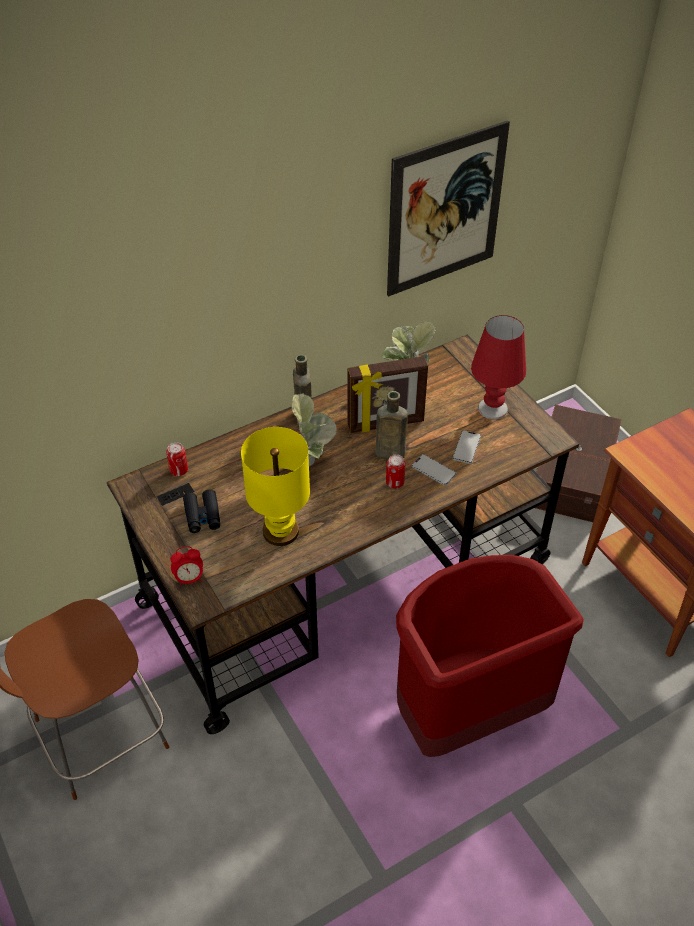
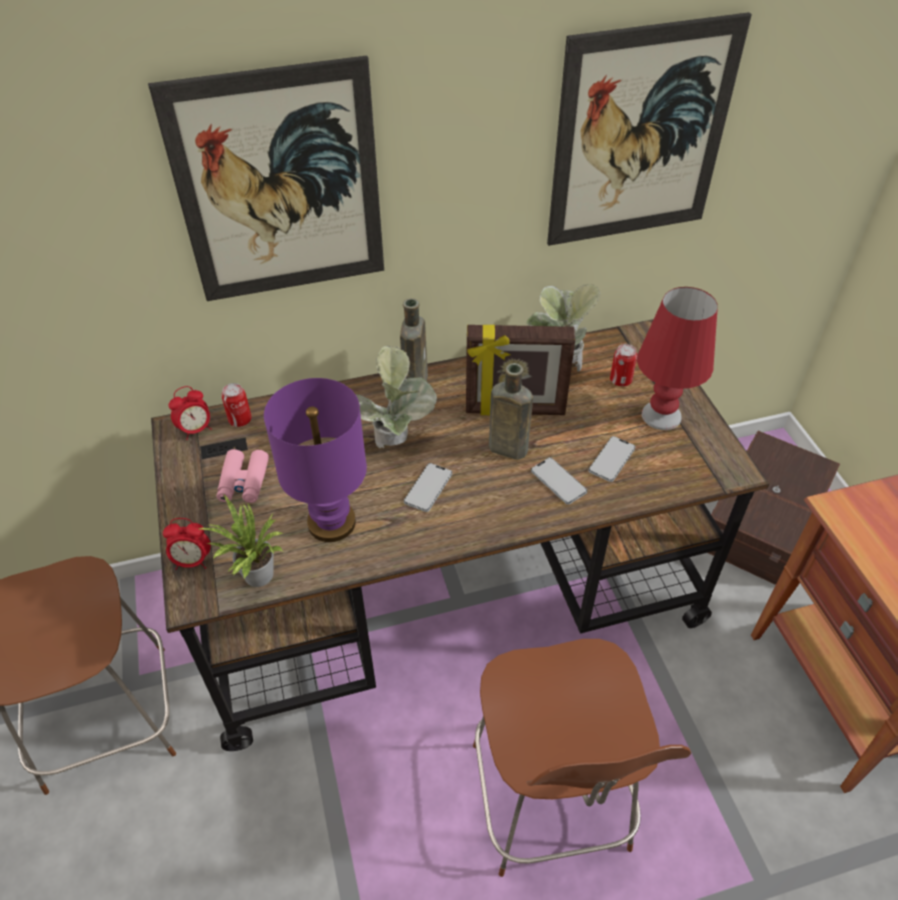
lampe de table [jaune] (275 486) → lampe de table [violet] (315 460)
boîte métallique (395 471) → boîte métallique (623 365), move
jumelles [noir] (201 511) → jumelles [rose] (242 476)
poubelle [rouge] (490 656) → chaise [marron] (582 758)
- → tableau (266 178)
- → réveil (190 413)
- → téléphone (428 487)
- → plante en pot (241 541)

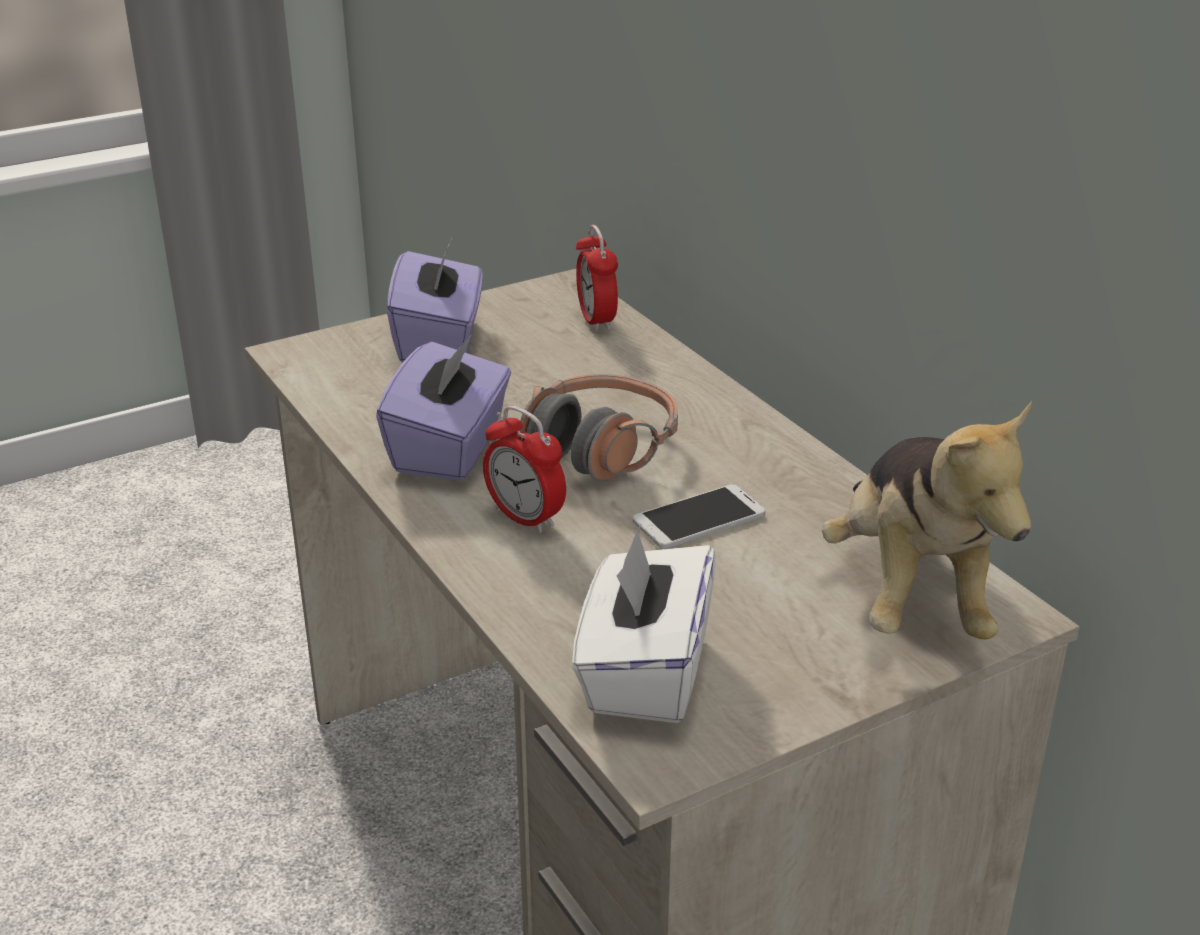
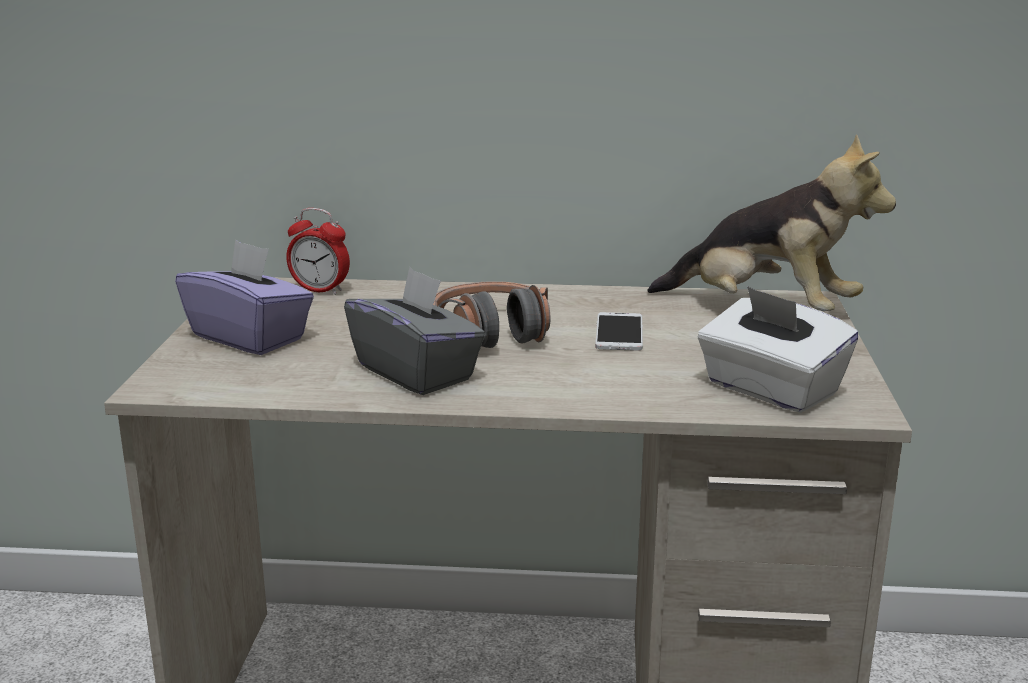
boîte à mouchoirs [violet] (443 407) → boîte à mouchoirs [gris] (415 331)
réveil (524 470) → -

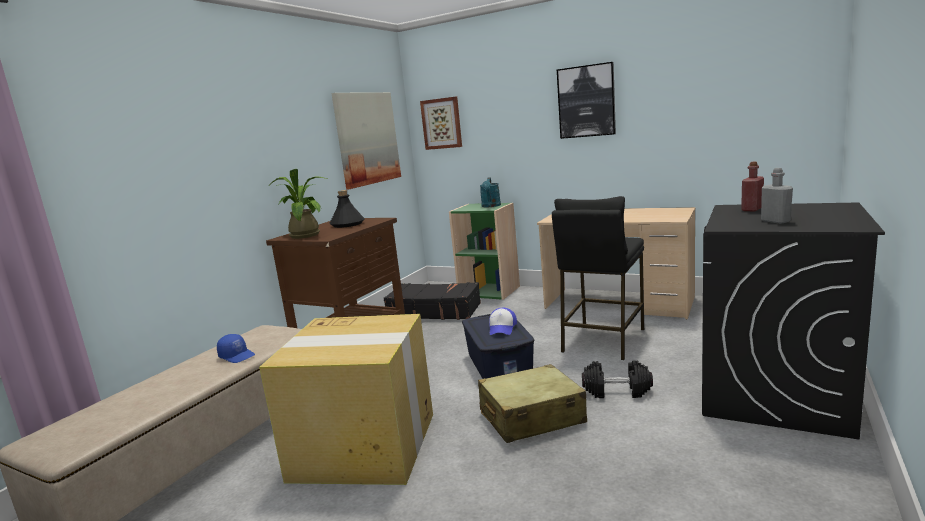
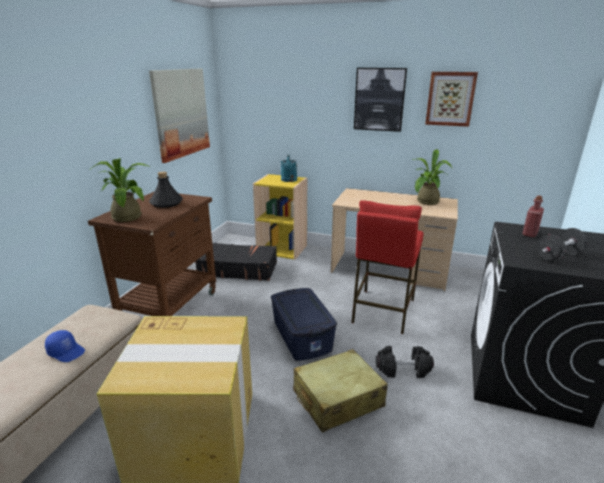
tableau (441 123) → tableau (451 99), move
bouteille [gris] (777 196) → haltère [noir] (562 245)
tabouret [noir] (598 278) → tabouret [rouge] (387 267)
bibliothèque [vert] (484 251) → bibliothèque [jaune] (280 217)
casquette (503 321) → -
- → plante en pot (432 177)

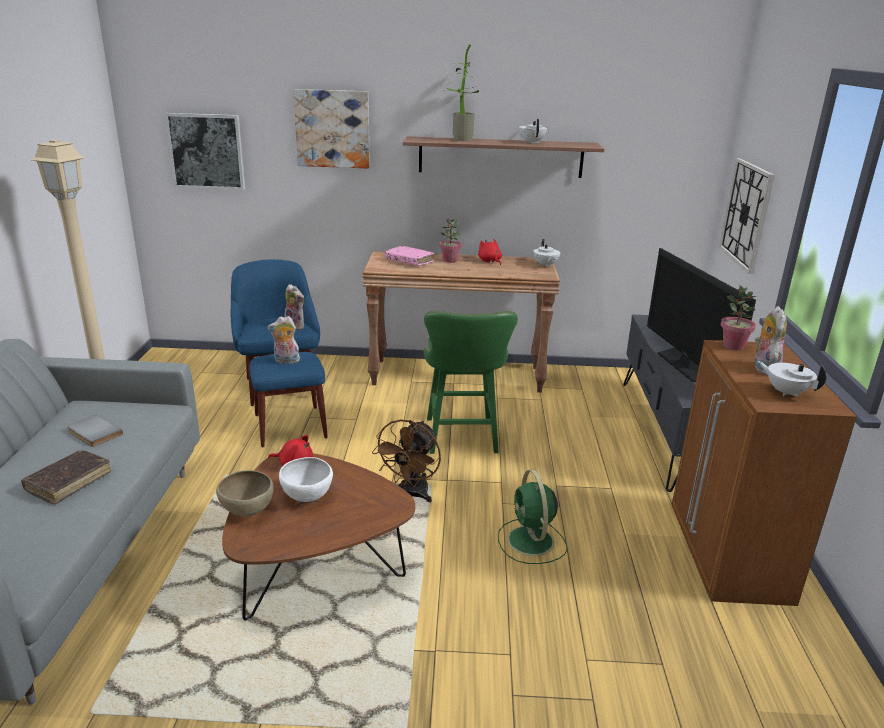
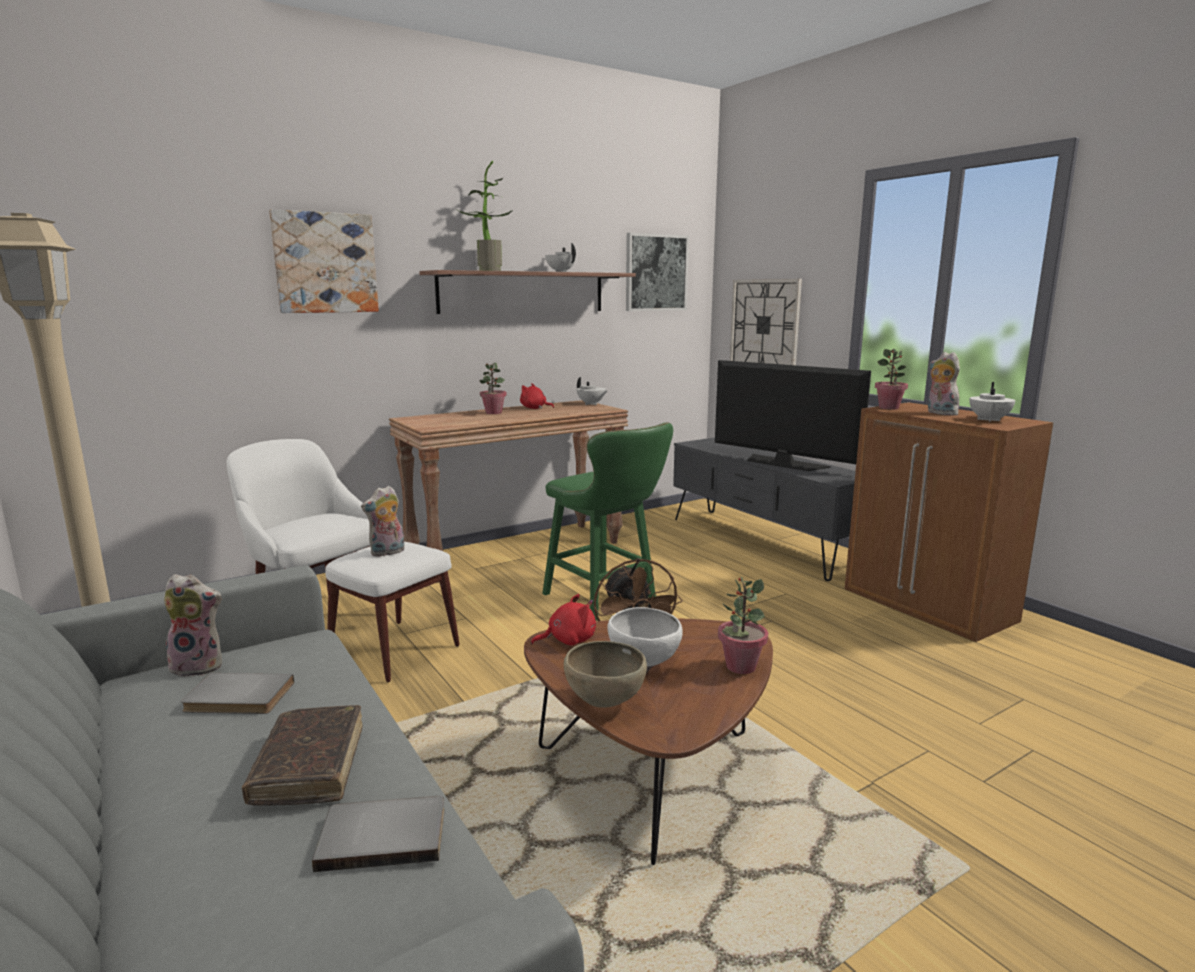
tableau (205 151) → tableau (657 272), move
livre [rose] (410 256) → -
fauteuil [bleu] (279 353) → fauteuil [blanc] (343 560)
peluche (294 307) → peluche (192 625), move
théière [blanc] (792 379) → théière [blanc] (993 402), 75 degrees counterclockwise
ventilateur [vert] (532 517) → -
- → plante en pot (743 625)
- → livre [gris] (378 834)

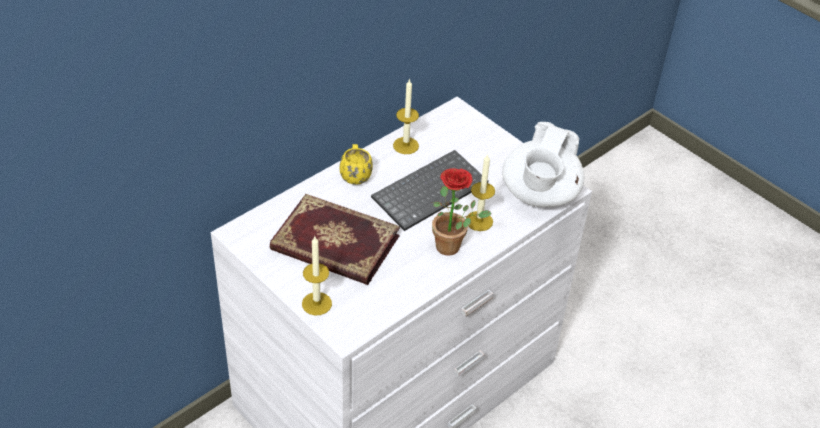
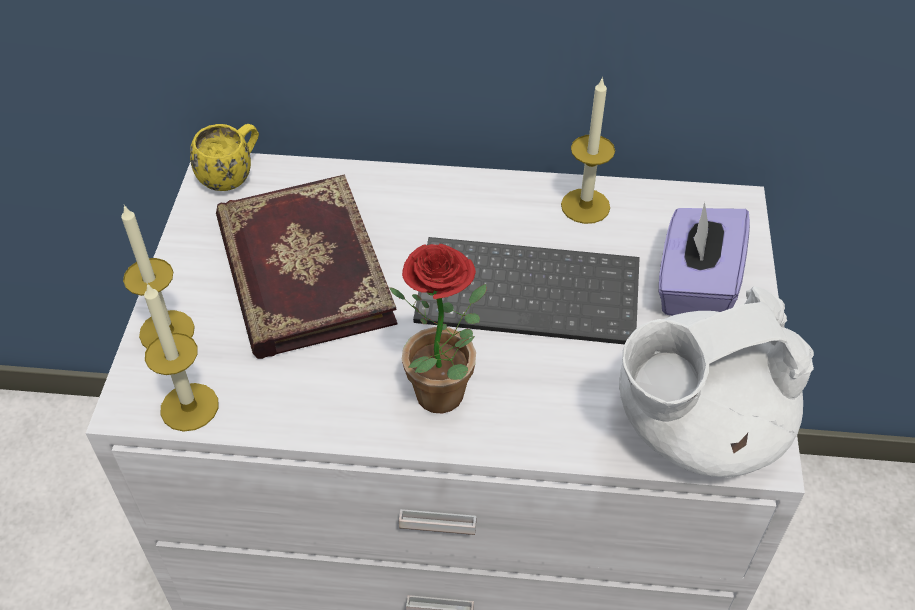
mug [jaune] (356 164) → mug [jaune] (224 157), move
bougie (480 192) → bougie (181 357), move
- → boîte à mouchoirs [violet] (704 259)

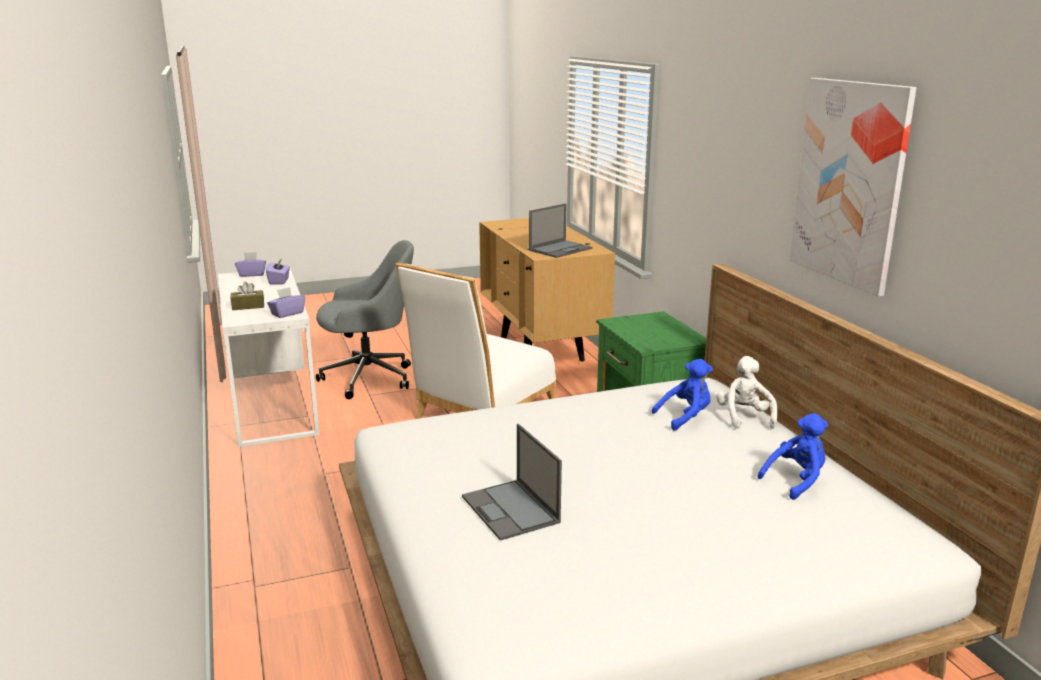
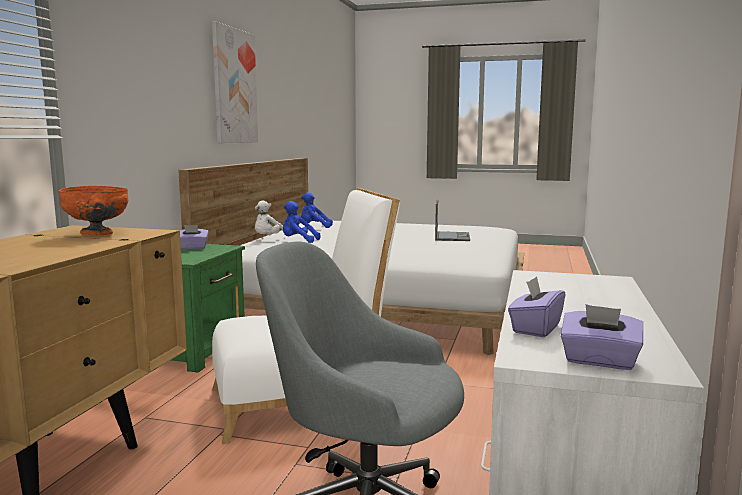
ordinateur portable (560 230) → bol [orange] (93 210)
boîte à mouchoirs [marron] (247 296) → -
boîte à mouchoirs [violet] (286 302) → boîte à mouchoirs [violet] (194 237), move

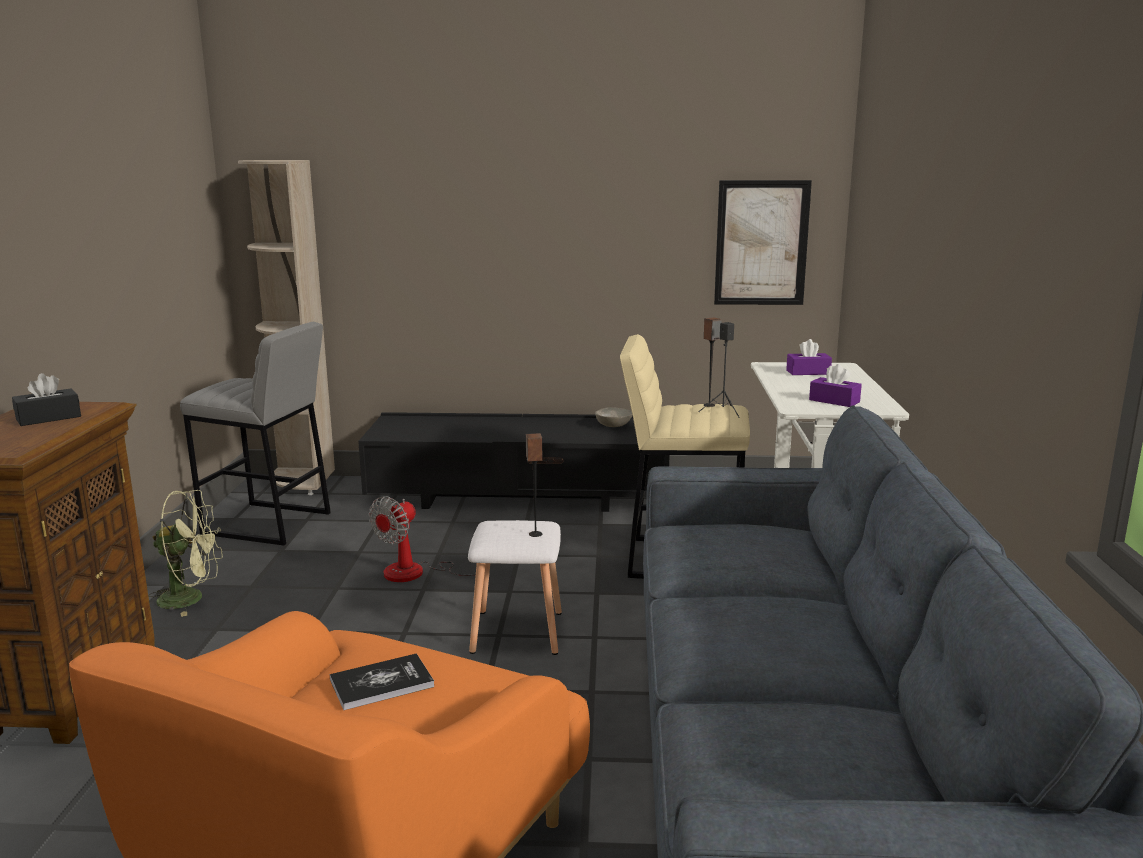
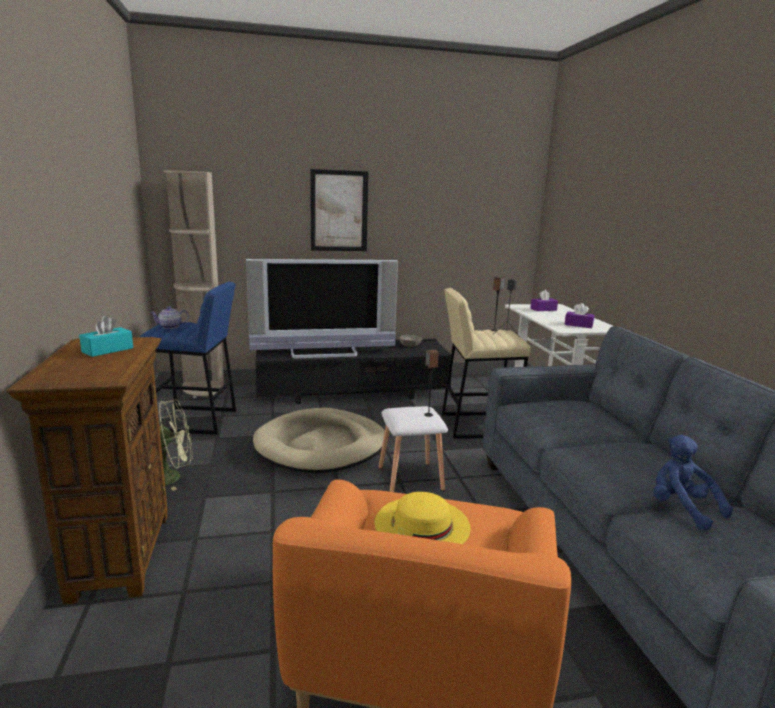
tableau (763 242) → tableau (339 210), move
tabouret [gris] (255 433) → tabouret [bleu] (188 358)
boîte à mouchoirs [noir] (46 399) → boîte à mouchoirs [turquoise] (106 336)
ventilateur (422 539) → panier pour chien [beige] (319 440)
livre (382 681) → chapeau [jaune] (422 518)
- → téléviseur (322 308)
- → théière (169 317)
- → peluche [bleu] (693 483)

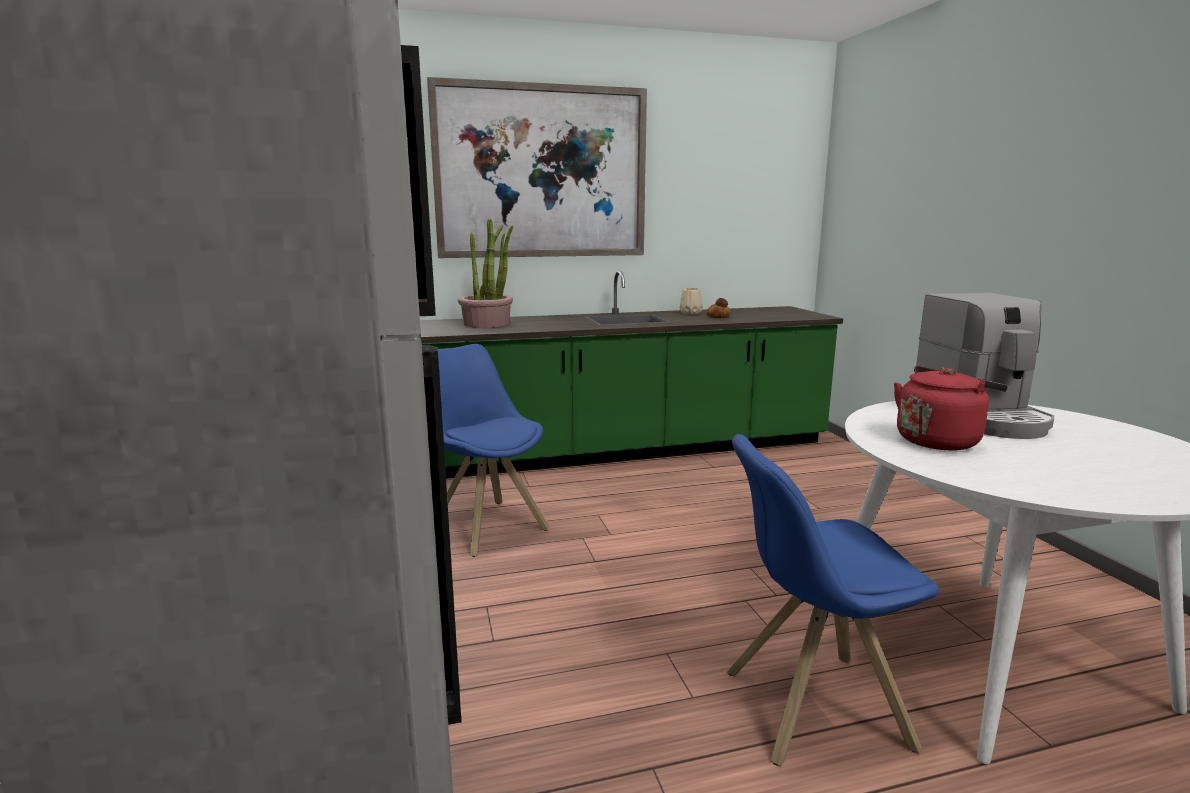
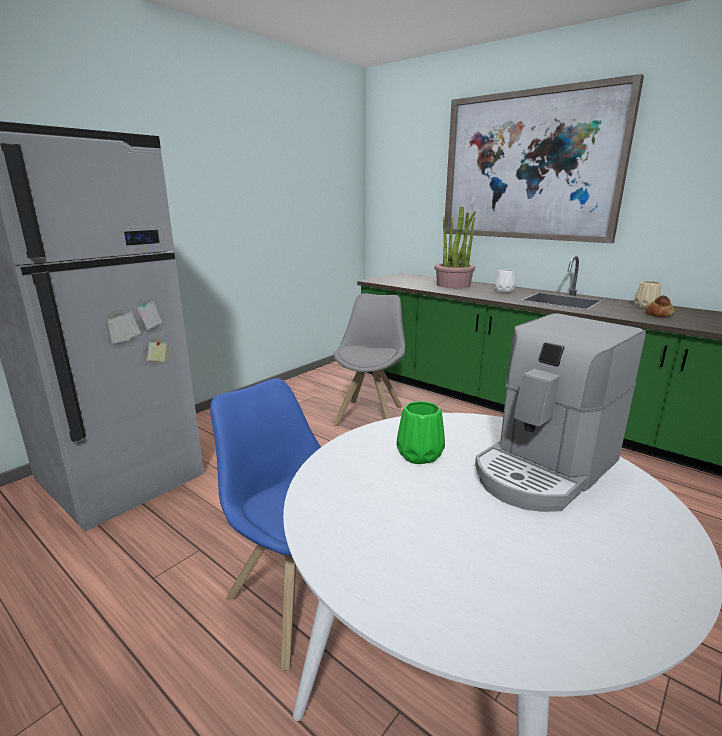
chaise [bleu] (493 450) → chaise [gris] (369 359)
bouilloire [rouge] (951 408) → vase [vert] (420 432)
- → vase [blanc] (504 281)

